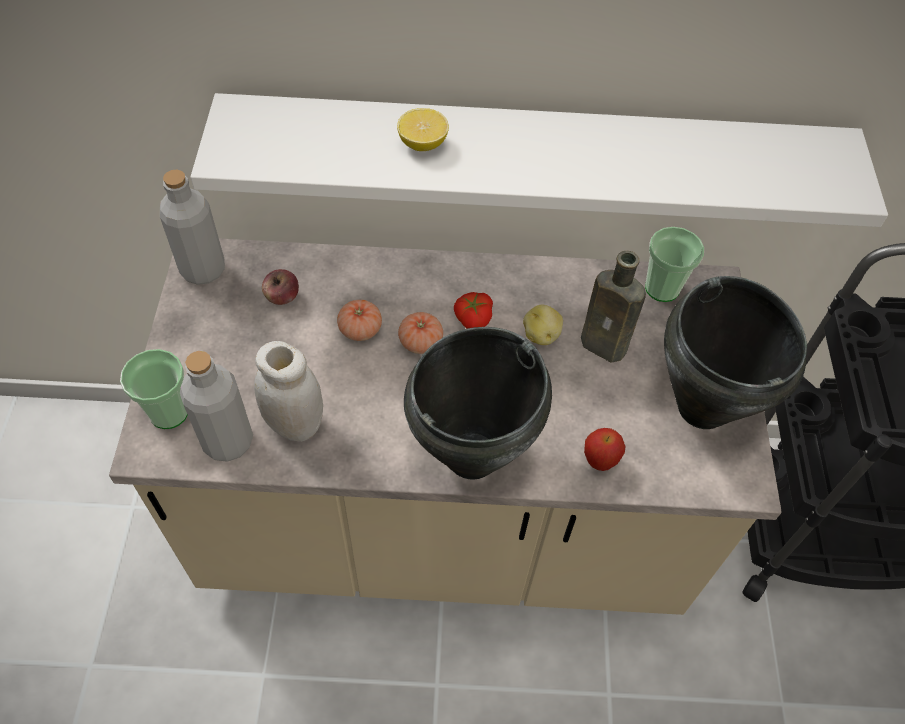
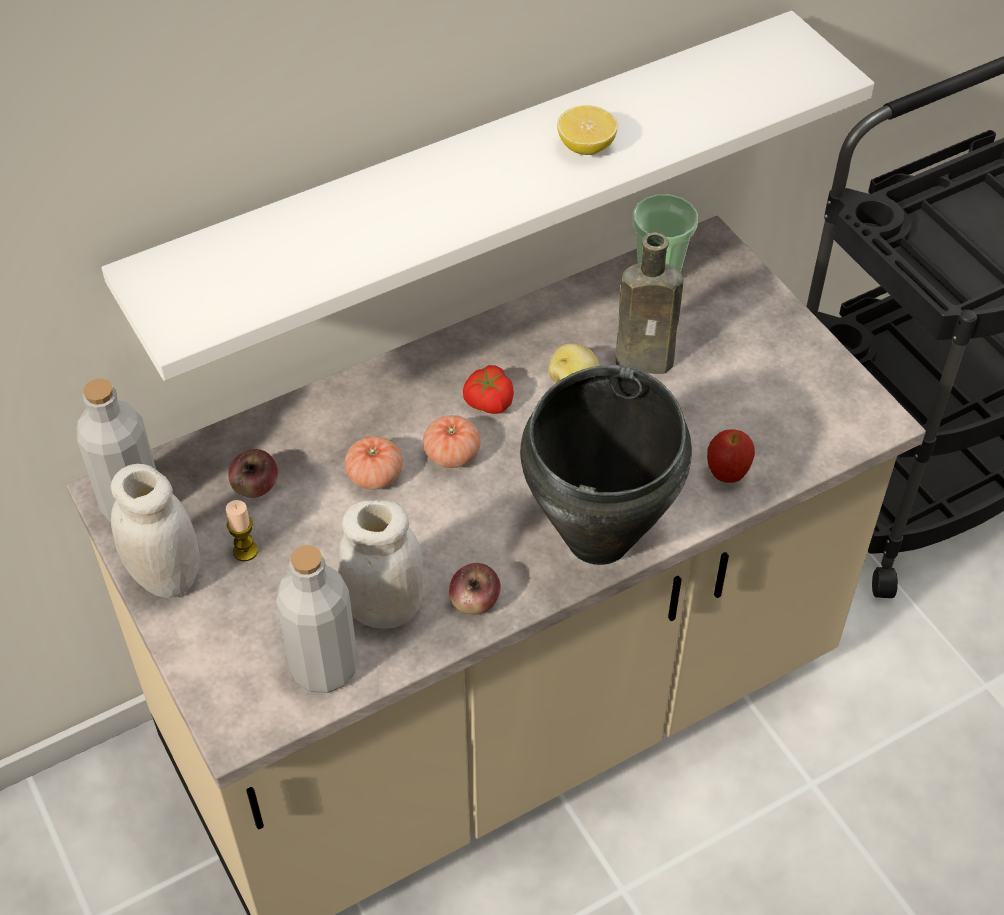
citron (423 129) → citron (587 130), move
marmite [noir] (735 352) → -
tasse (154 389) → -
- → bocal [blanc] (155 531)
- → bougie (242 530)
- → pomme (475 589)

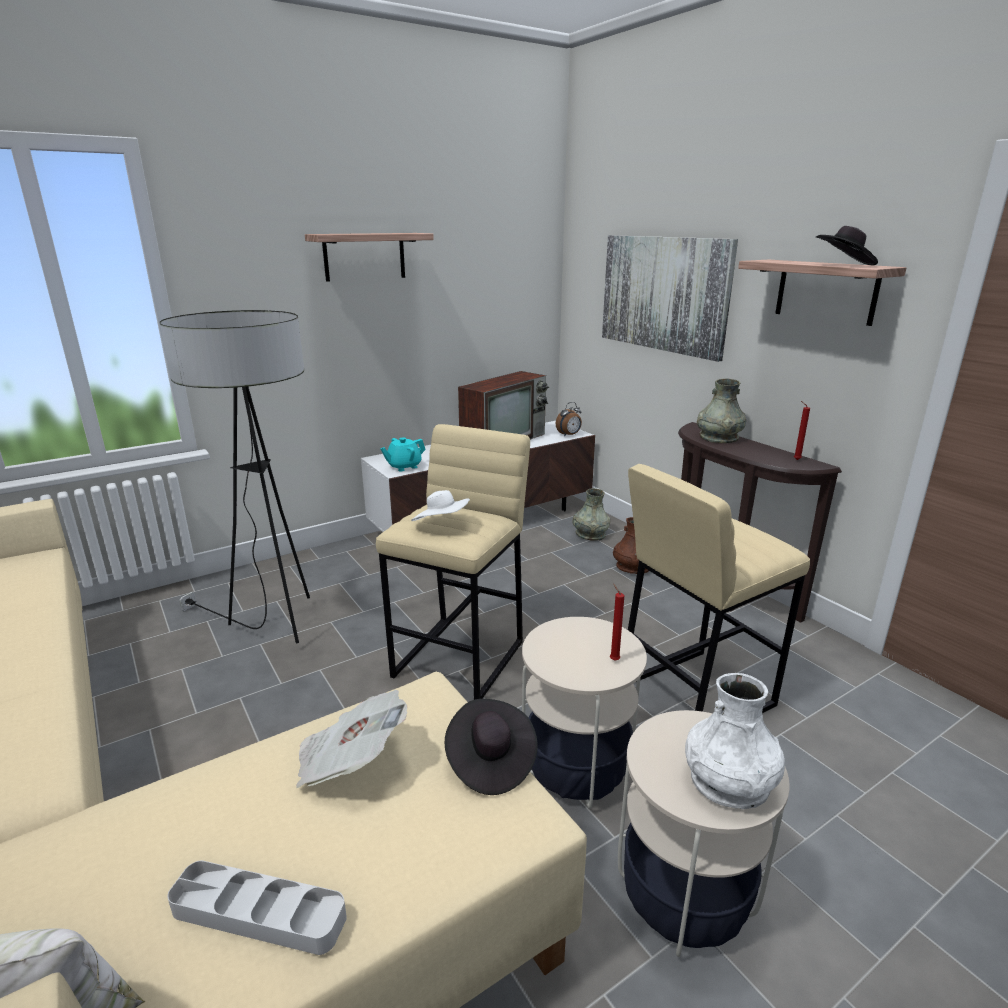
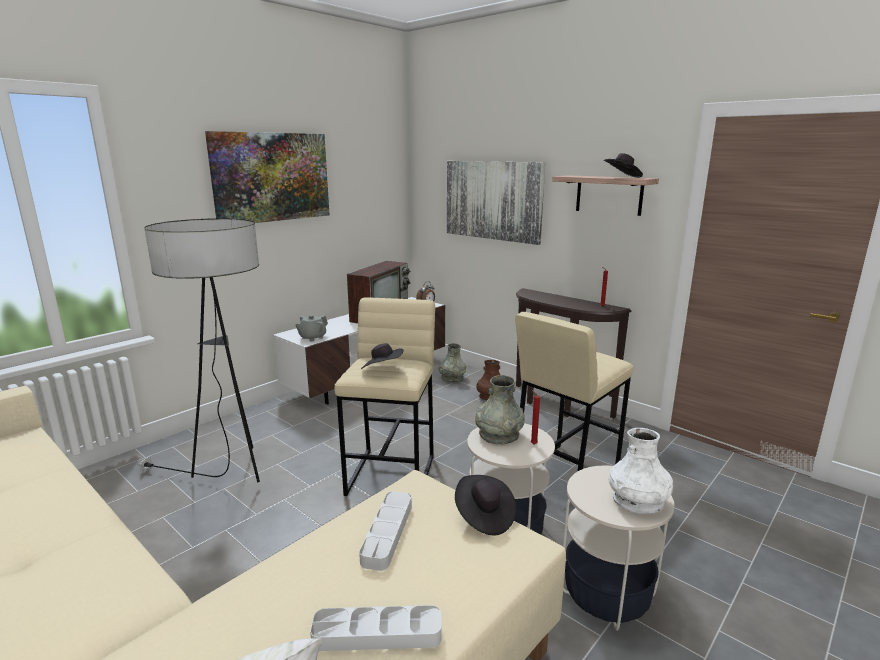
étagère (369 257) → tableau (267 177)
vase [gris] (721 411) → vase [gris] (500 409), move
théière [turquoise] (403 454) → théière [gris] (311 328)
chapeau [blanc] (440 505) → chapeau [noir] (382 356)
journal (351 739) → plateau [gris] (385 531)

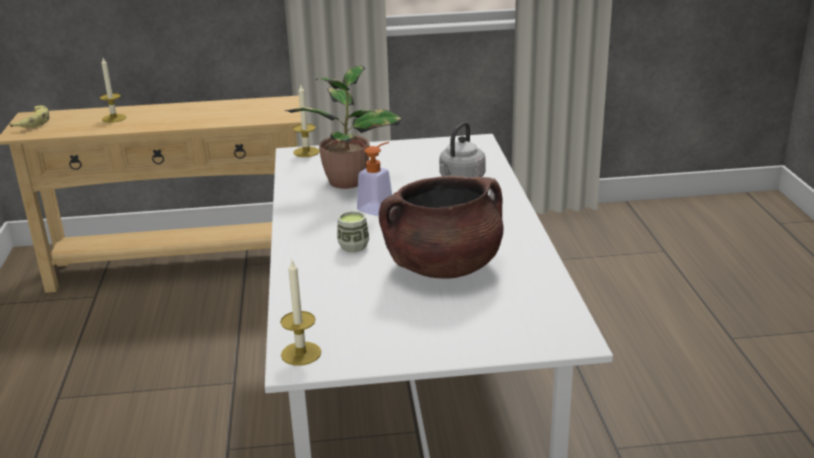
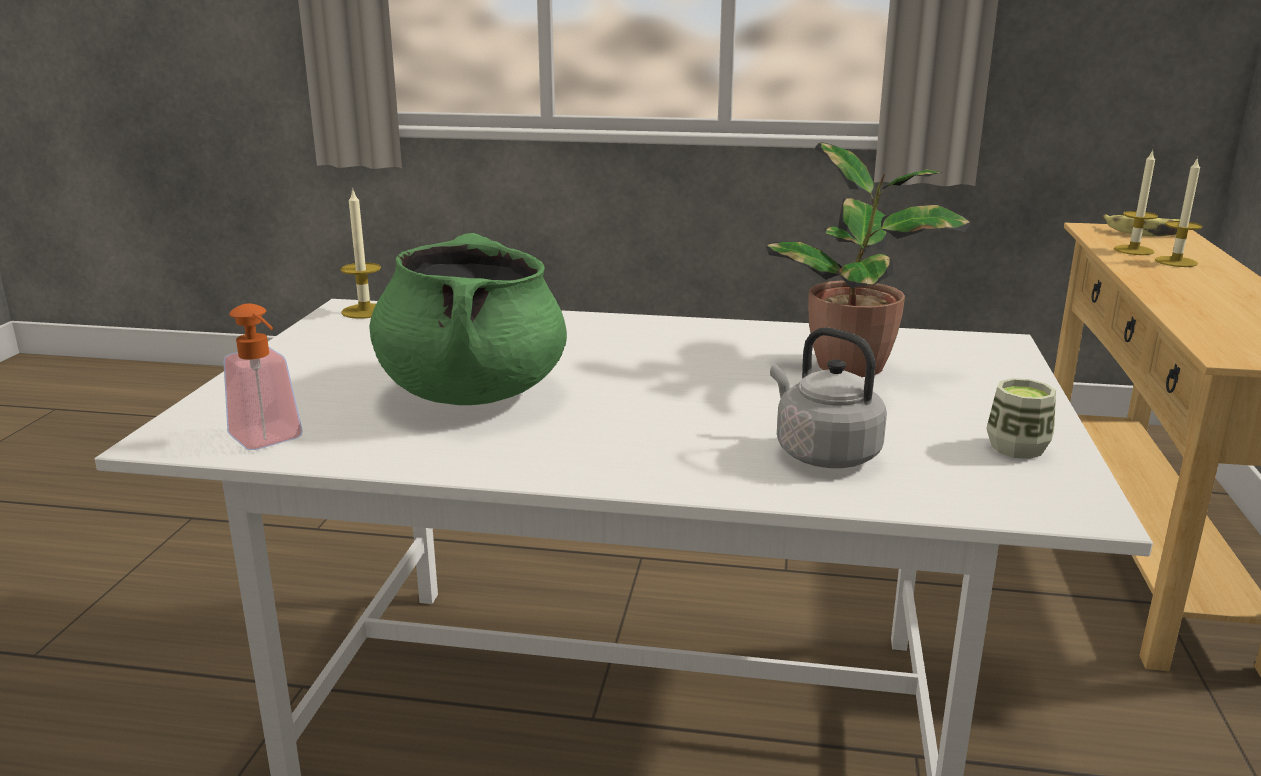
bougie (306 121) → bougie (1136 202), move
distributeur de savon (374 179) → distributeur de savon (263 376), move
marmite [marron] (441 227) → marmite [vert] (468 319)
tasse (353 231) → tasse (1021 418), move

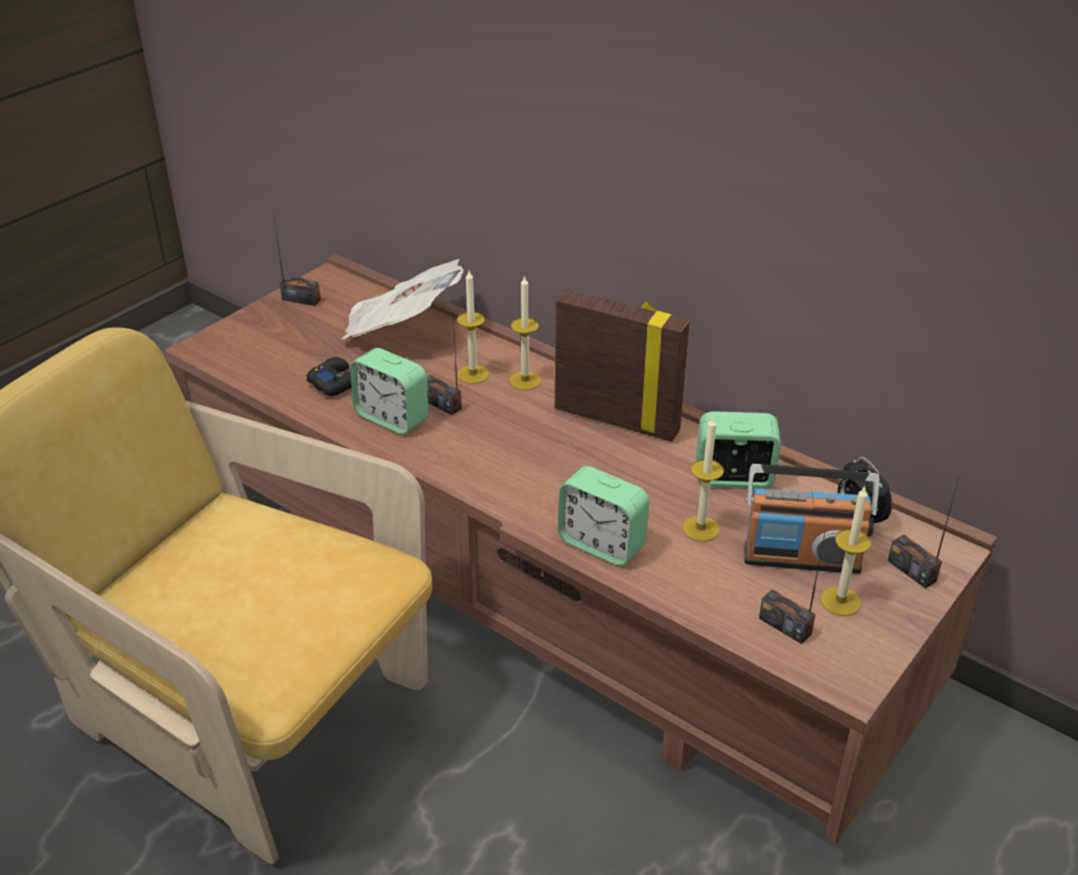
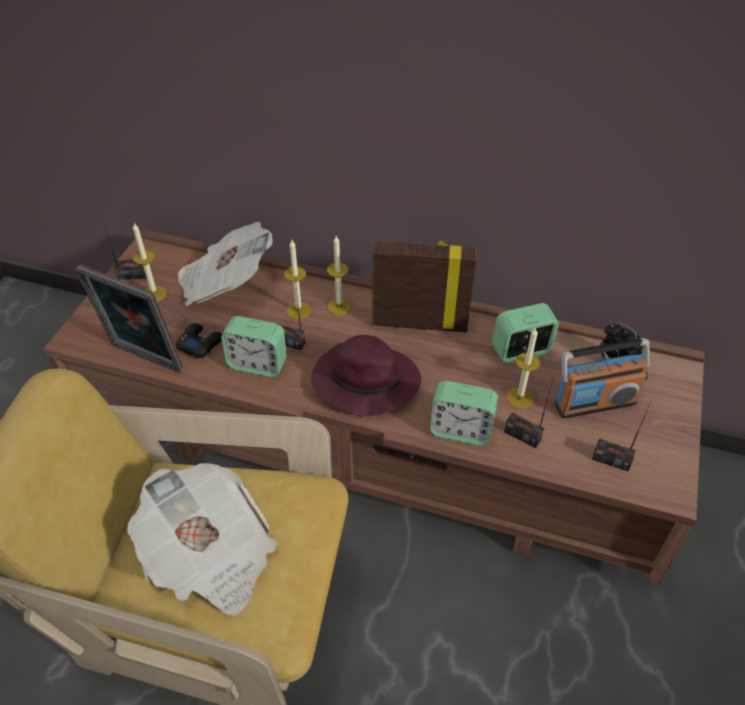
radio (923 533) → radio (529 412), move
bougie (845 550) → bougie (149 262), move
- → cadre photo (129 318)
- → chapeau [violet] (366 375)
- → journal (202 539)

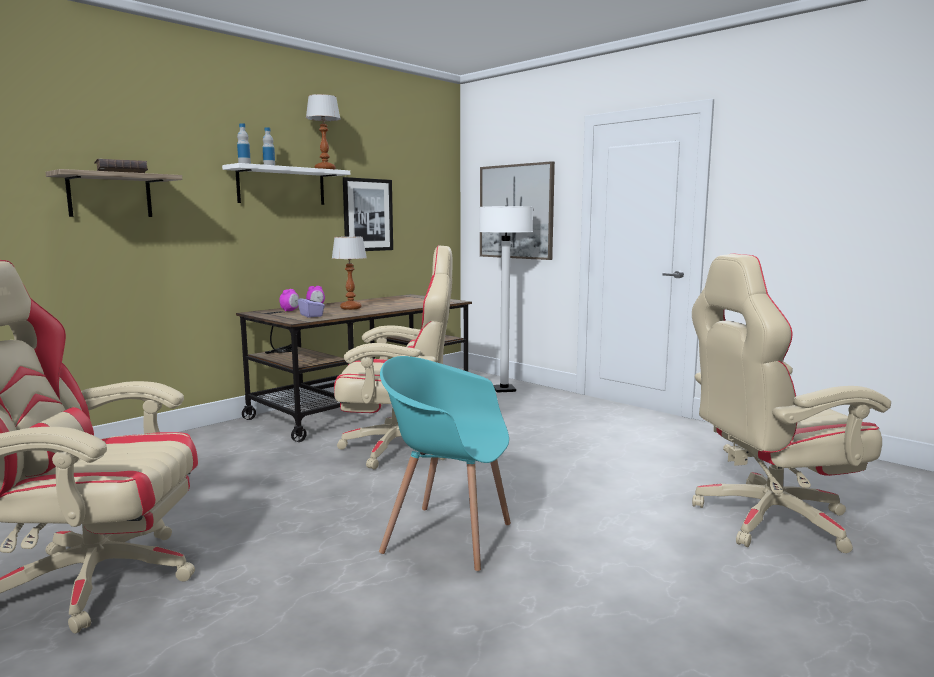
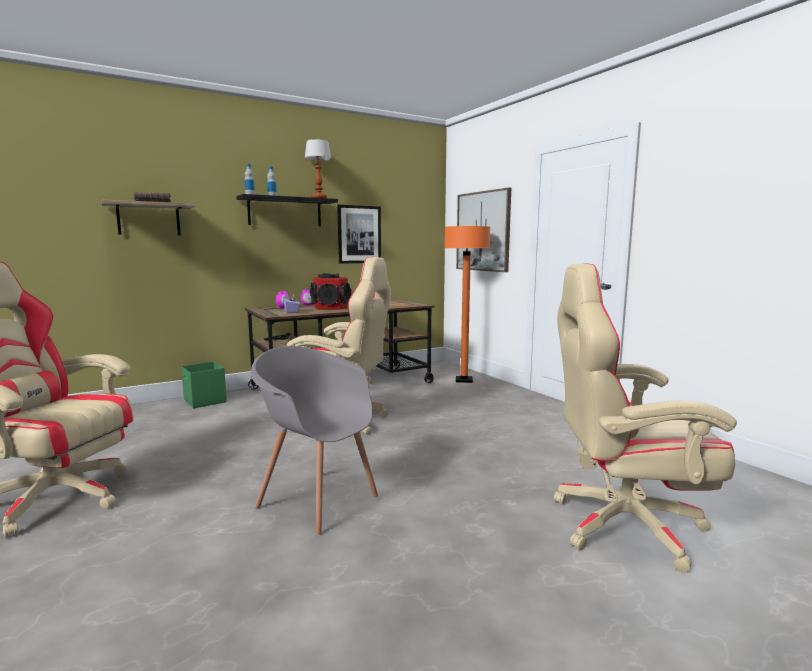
étagère [blanc] (286 184) → étagère [noir] (287 210)
lampadaire [blanc] (506 299) → lampadaire [orange] (467 304)
lampe de table (349 273) → enceinte (330 291)
chaise [turquoise] (445 463) → chaise [gris] (314 440)
- → boîte de rangement [vert] (204 385)

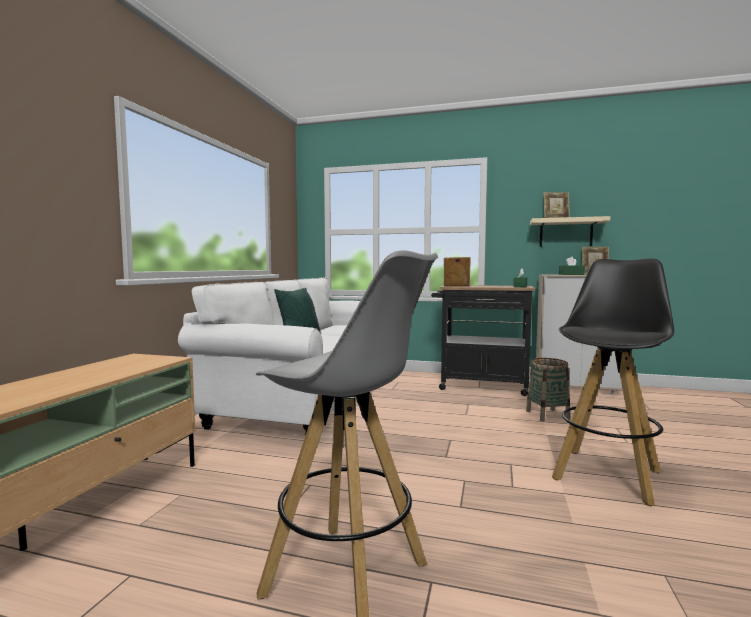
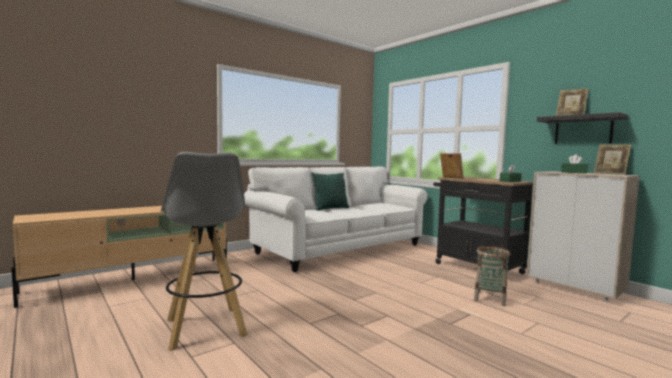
étagère [beige] (570 231) → étagère [noir] (582 128)
tabouret [noir] (613 382) → -

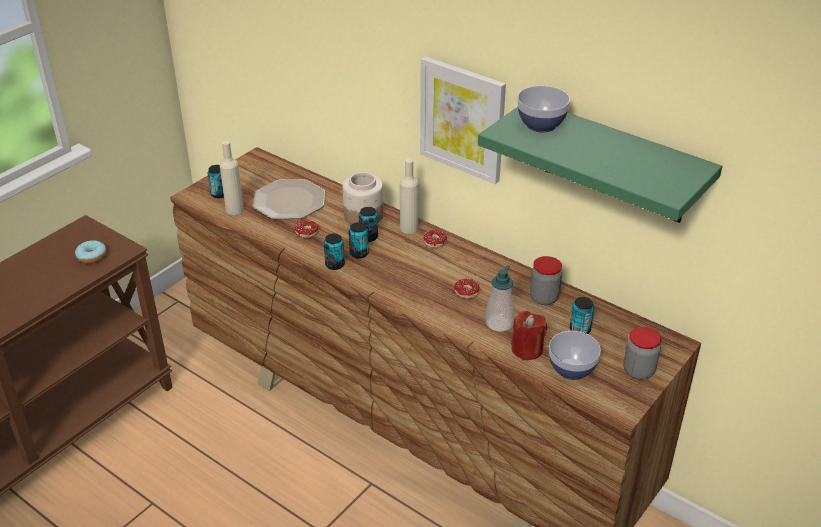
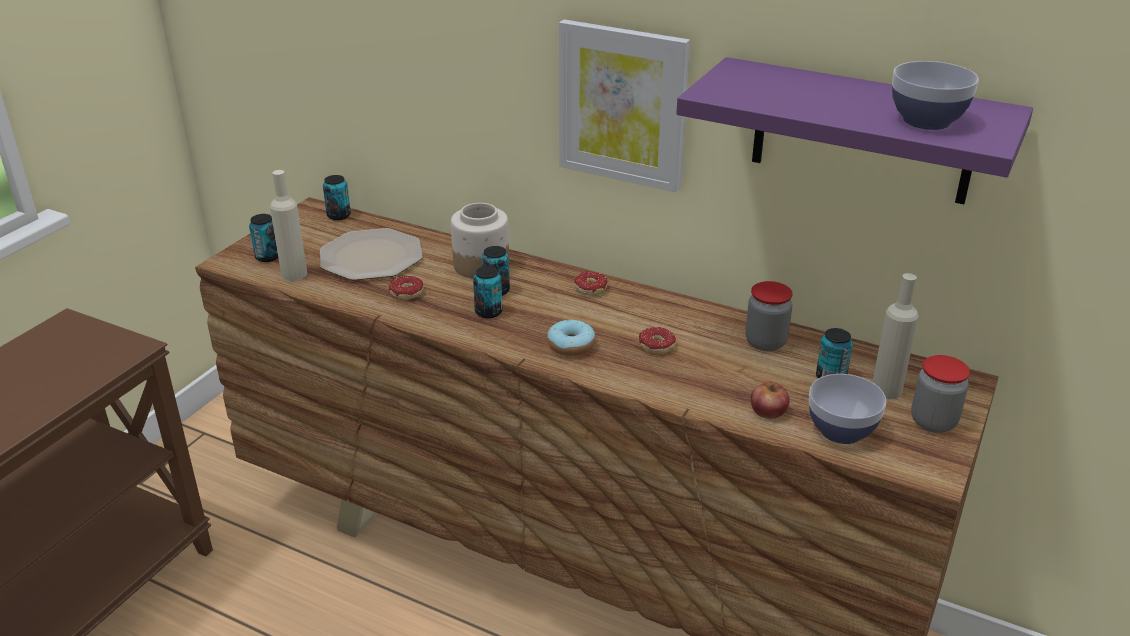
bol (544 109) → bol (935 95), move
étagère [vert] (600 165) → étagère [violet] (854 130)
bouteille [beige] (409 196) → bouteille [beige] (895 336), move
boîte métallique (334 251) → boîte métallique (337 197), move
beignet (91 252) → beignet (571 338), move
distributeur de savon (499 298) → -
bougie [rouge] (529 335) → pomme (770 400)

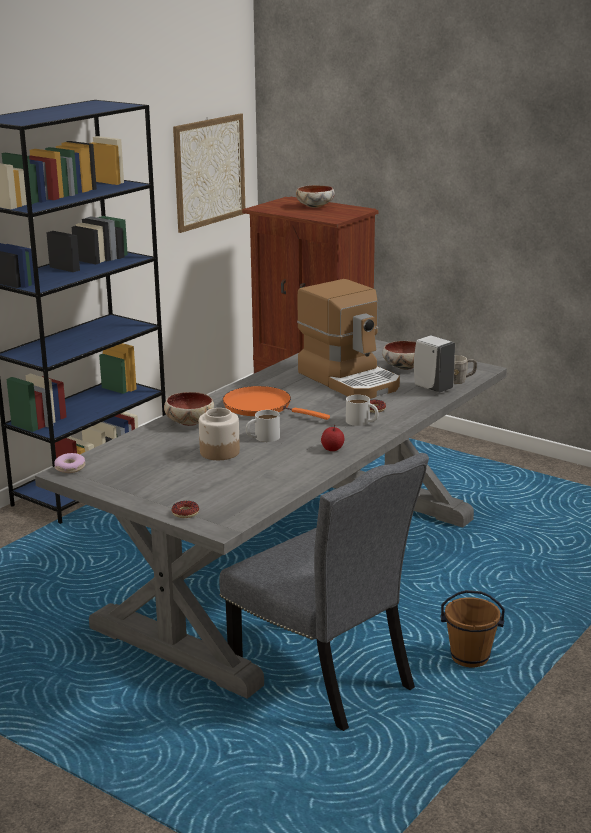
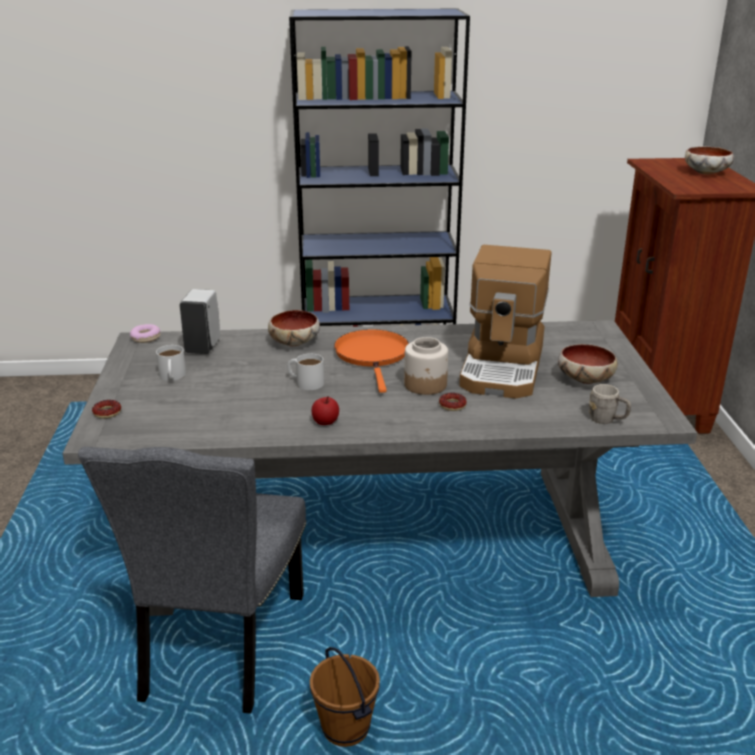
tableau (209 173) → -
distributeur de savon [blanc] (434 364) → distributeur de savon [blanc] (199 321), move
mug [blanc] (362 410) → mug [blanc] (171 363), move
bocal (219 434) → bocal (426 366), move

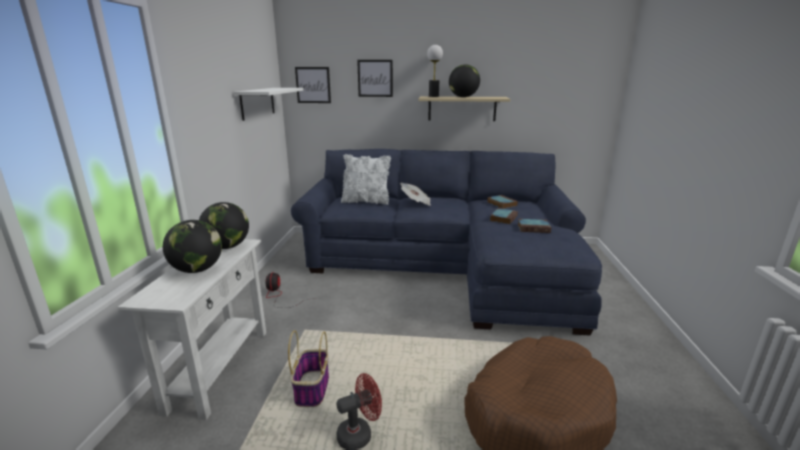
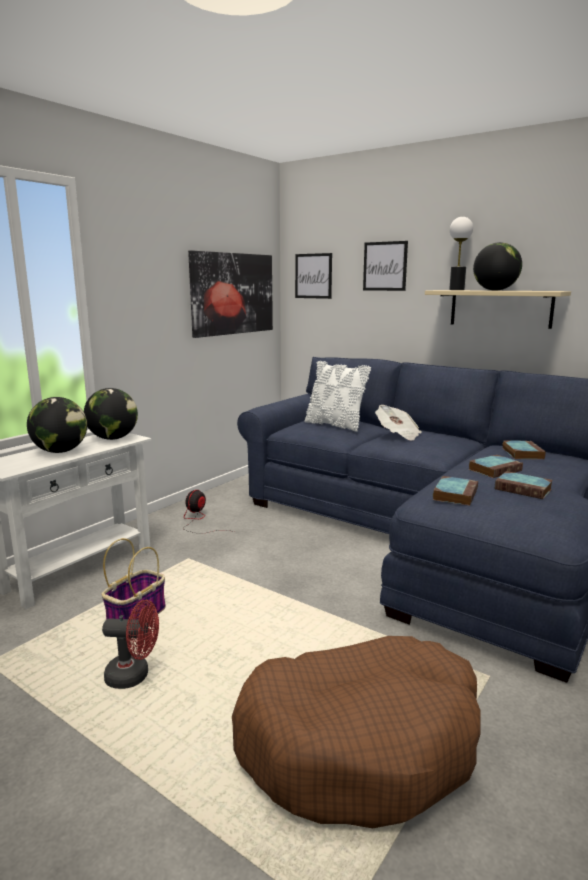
étagère [blanc] (269 104) → tableau (230 294)
- → livre (455 491)

